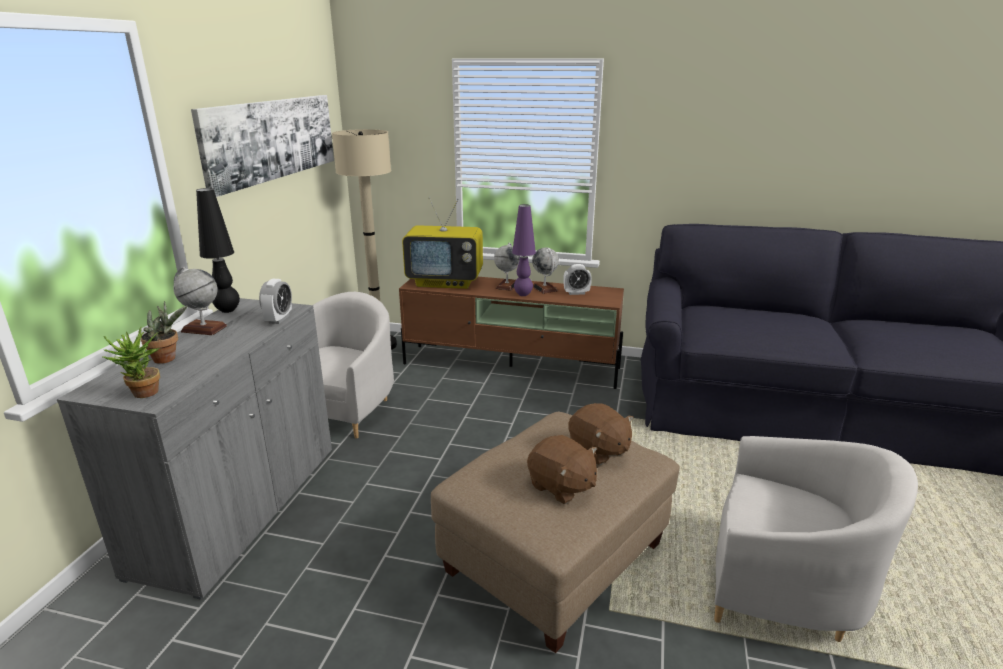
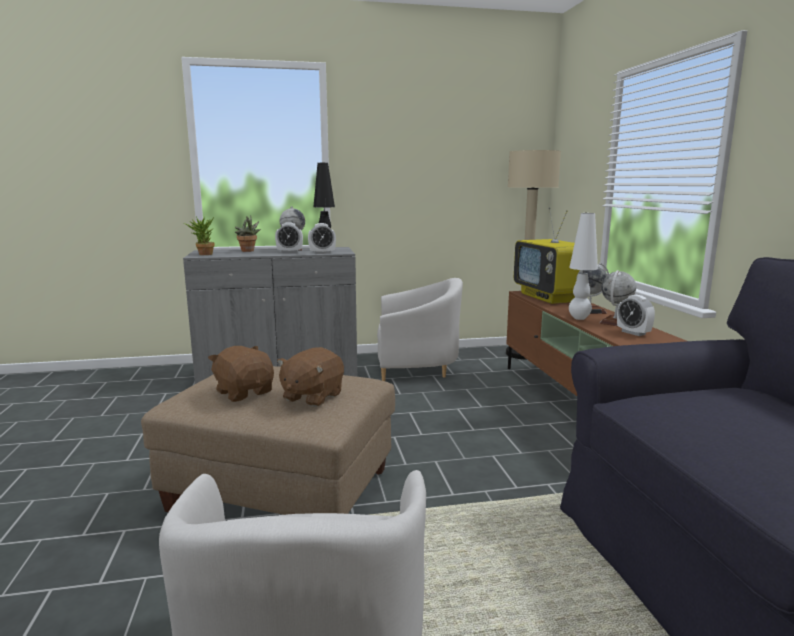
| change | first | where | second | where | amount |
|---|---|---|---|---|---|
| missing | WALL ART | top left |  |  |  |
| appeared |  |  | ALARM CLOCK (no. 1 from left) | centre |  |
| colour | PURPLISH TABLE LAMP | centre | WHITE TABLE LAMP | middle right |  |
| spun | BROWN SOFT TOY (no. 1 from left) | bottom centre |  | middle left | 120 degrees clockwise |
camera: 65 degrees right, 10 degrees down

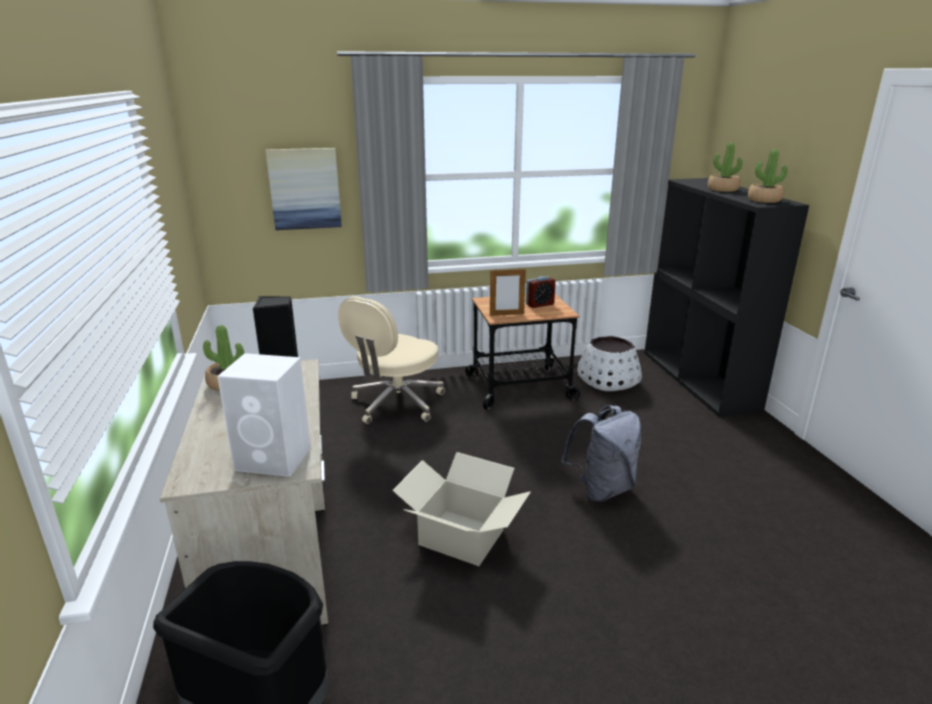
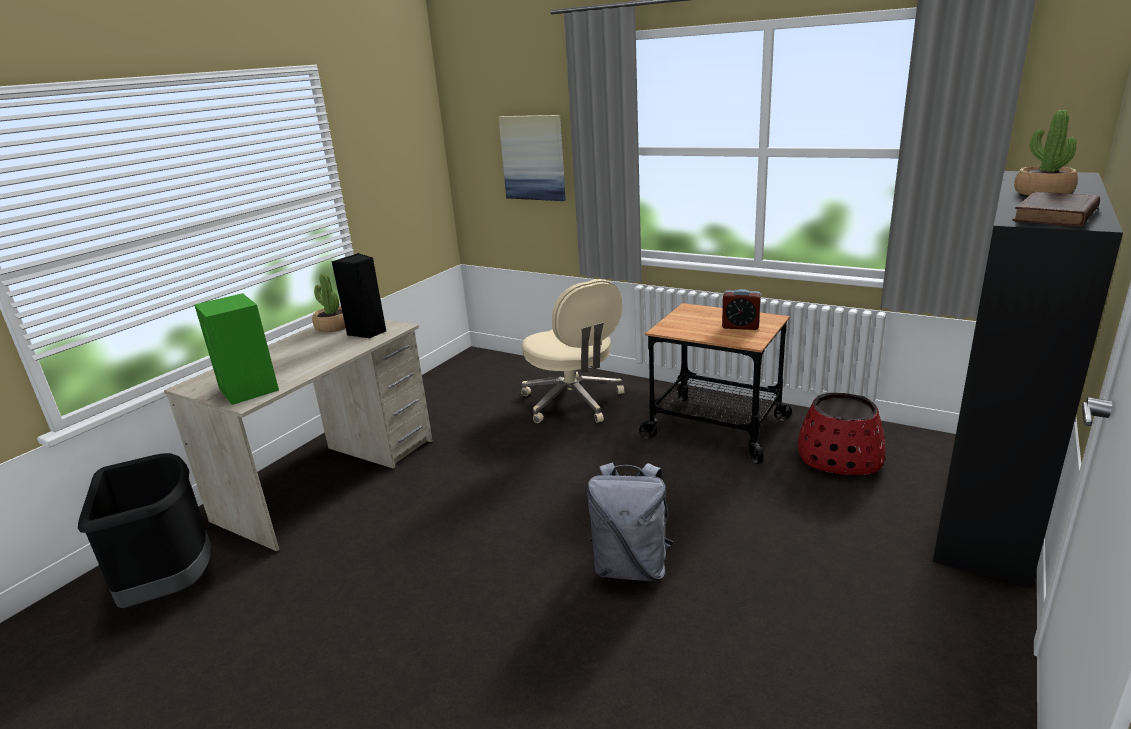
| change | first | where | second | where | amount |
|---|---|---|---|---|---|
| missing | CARTON | bottom centre |  |  |  |
| missing | STANDING FRAME | centre |  |  |  |
| exchanged | PLANT IN A POT (no. 3 from left) | top right | BROWN BOOK | top right |  |
| colour | WHITE LOUDSPEAKER | middle left | GREEN-COLOURED LOUDSPEAKER | middle left |  |
| colour | WHITE PLANTER | centre | RED PLANTER | middle right |  |
| spun | BEIGE DESK CHAIR | centre |  | centre | 105 degrees counterclockwise |
camera: 45 degrees right, 0 degrees up

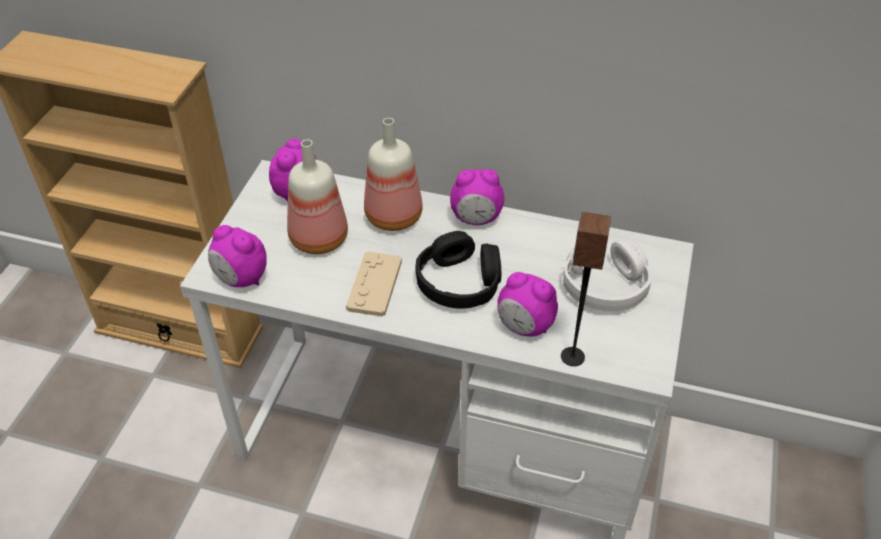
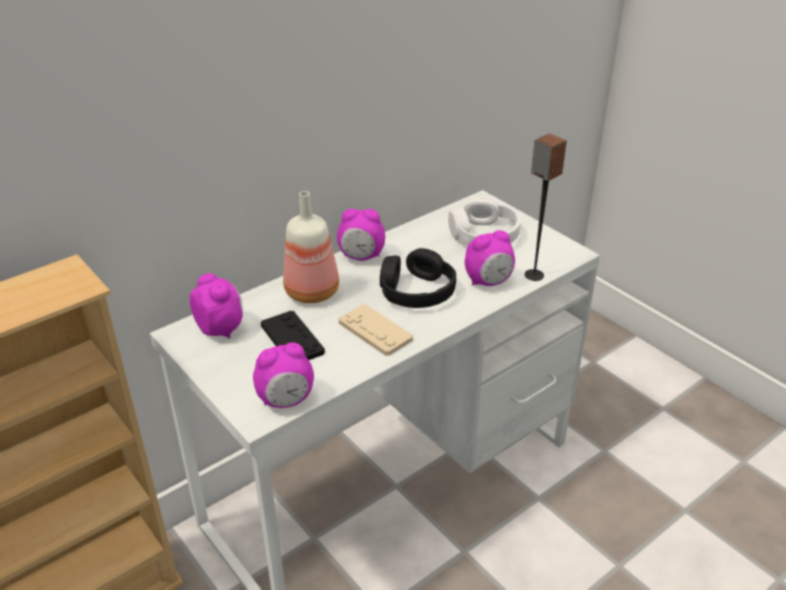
| change | first | where | second | where | amount |
|---|---|---|---|---|---|
| exchanged | BOTTLE (no. 1 from left) | centre | BLACK-COLOURED GAME CONTROLLER | centre |  |
| spun | ALARM CLOCK (no. 3 from left) | centre |  | centre | 60 degrees clockwise |
camera: 55 degrees left, 10 degrees down

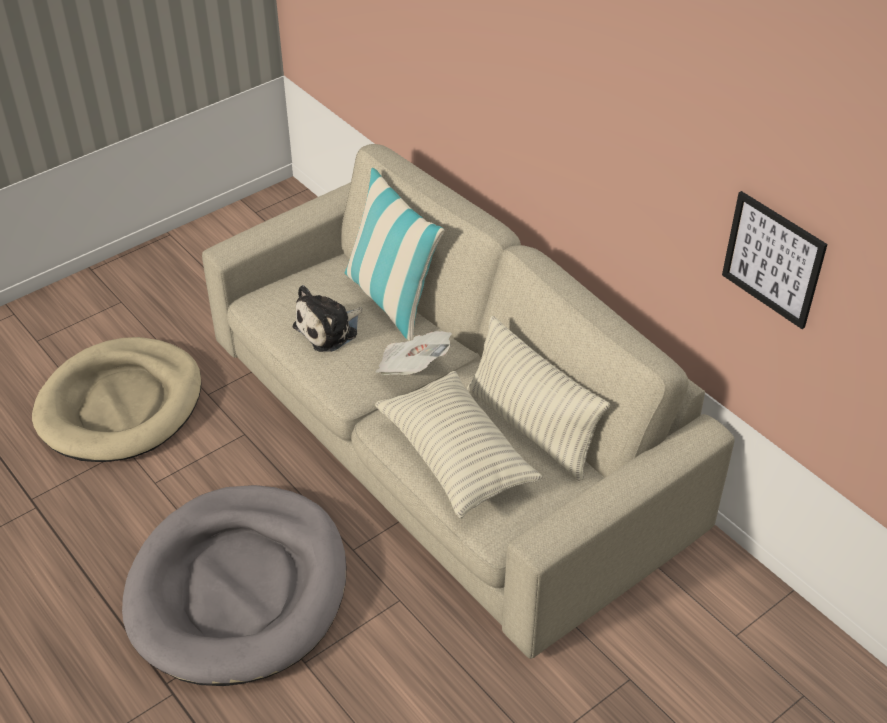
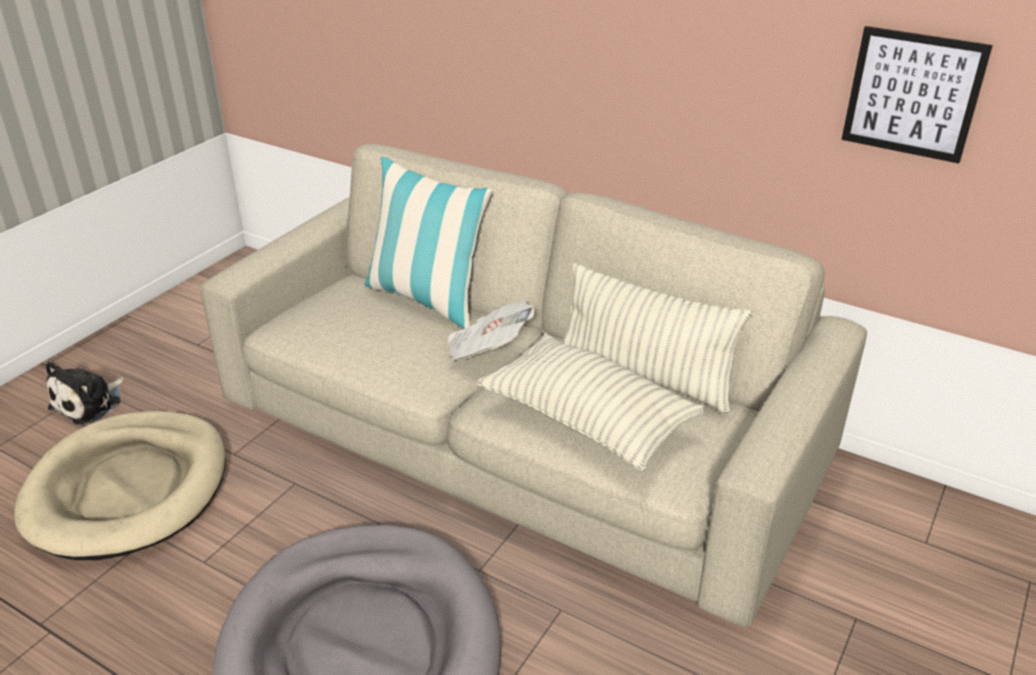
| change | first | where | second | where | amount |
|---|---|---|---|---|---|
| relocated | SOFT TOY | centre |  | middle left |  |
camera: 20 degrees left, 10 degrees down

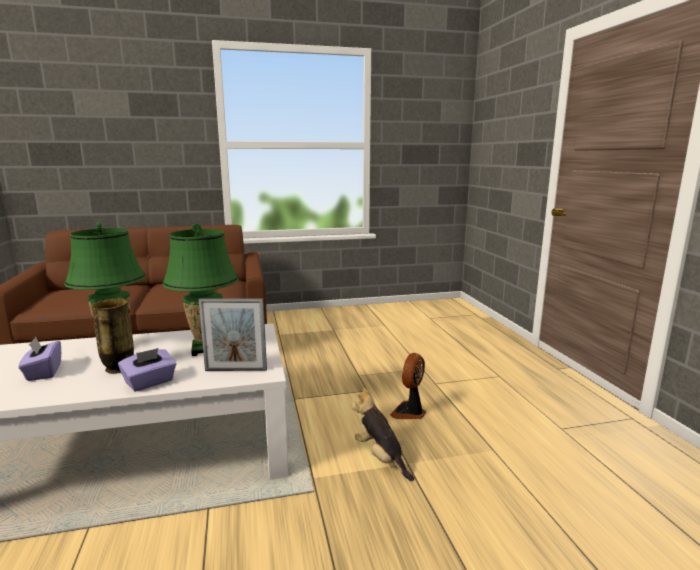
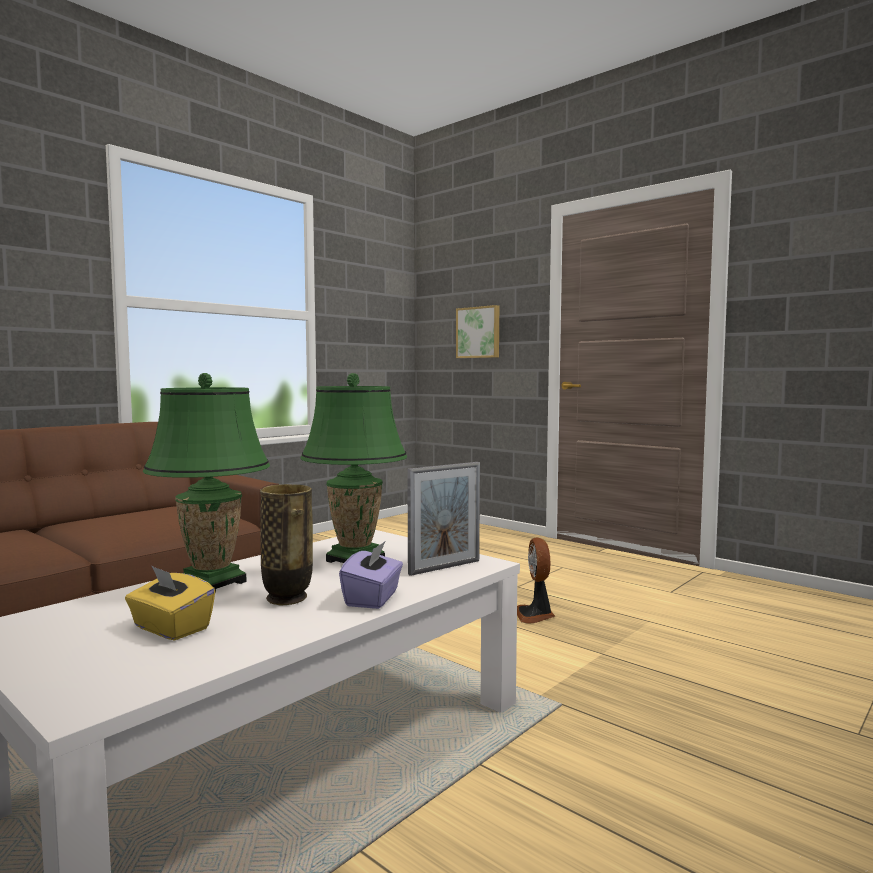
| change | first | where | second | where | amount |
|---|---|---|---|---|---|
| missing | SOFT TOY | bottom centre |  |  |  |
| appeared |  |  | WALL ART | centre |  |
| colour | PURPLISH BOX OF TISSUES (no. 1 from left) | middle left | YELLOW BOX OF TISSUES | bottom left |  |
camera: 35 degrees left, 10 degrees down

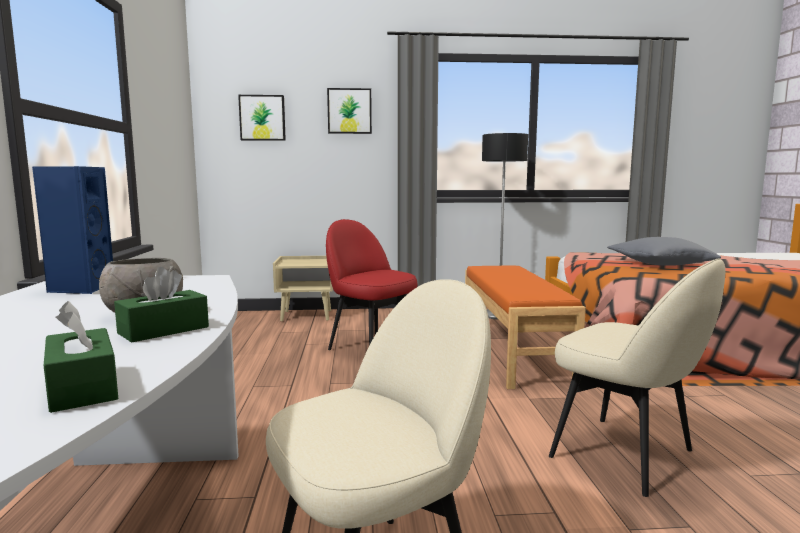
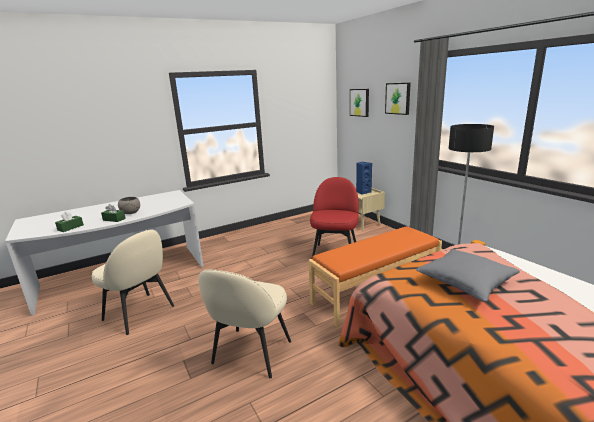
| change | first | where | second | where | amount |
|---|---|---|---|---|---|
| relocated | BLUISH LOUDSPEAKER | middle left |  | centre |  |
camera: 65 degrees right, 10 degrees up

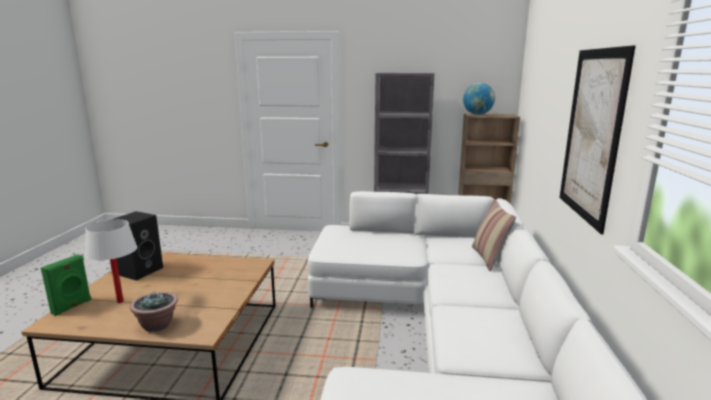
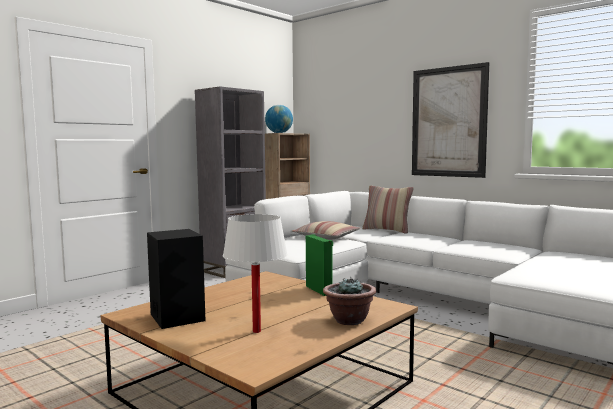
| change | first | where | second | where | amount |
|---|---|---|---|---|---|
| appeared |  |  | THROW PILLOW (no. 1 from left) | centre |  |
| relocated | GREEN-COLOURED LOUDSPEAKER | bottom left |  | centre |  |
camera: 55 degrees left, 10 degrees down

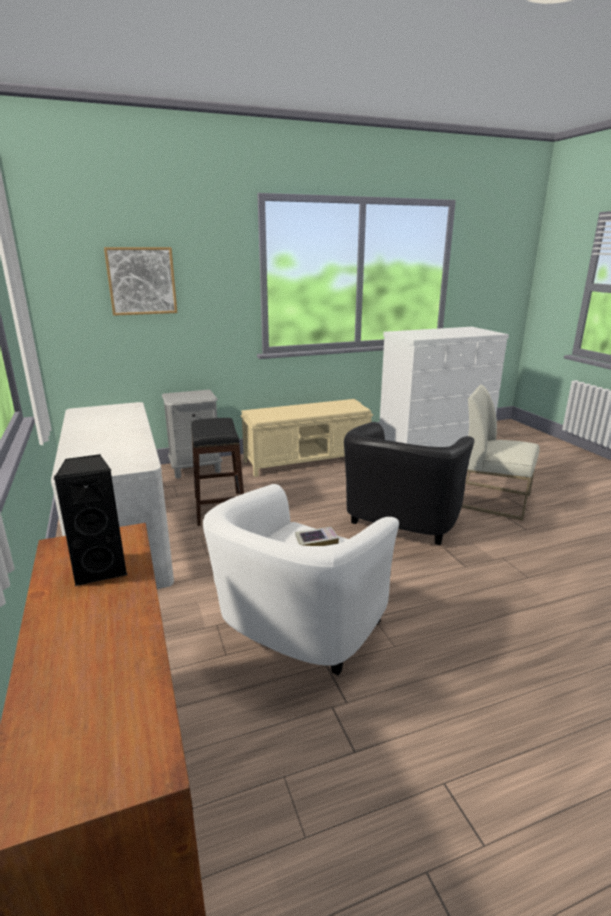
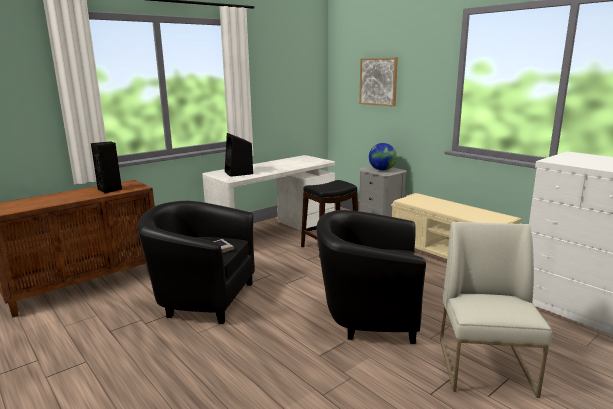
| change | first | where | second | where | amount |
|---|---|---|---|---|---|
| appeared |  |  | BLACK-COLOURED LOUDSPEAKER (no. 2 from left) | centre |  |
| appeared |  |  | DESK GLOBE | centre |  |
| colour | WHITE ARMCHAIR | centre | BLACK-COLOURED ARMCHAIR (no. 1 from left) | middle left |  |
camera: 70 degrees right, 5 degrees down

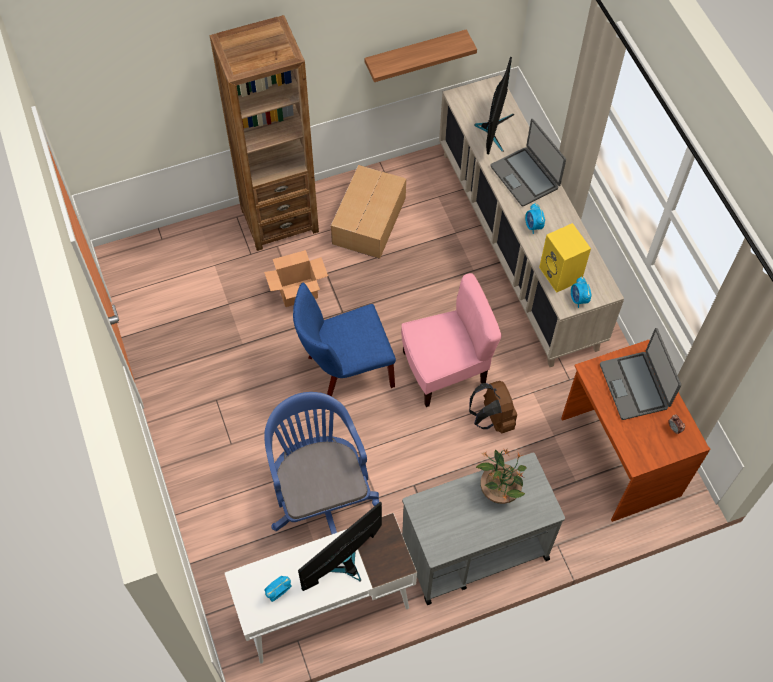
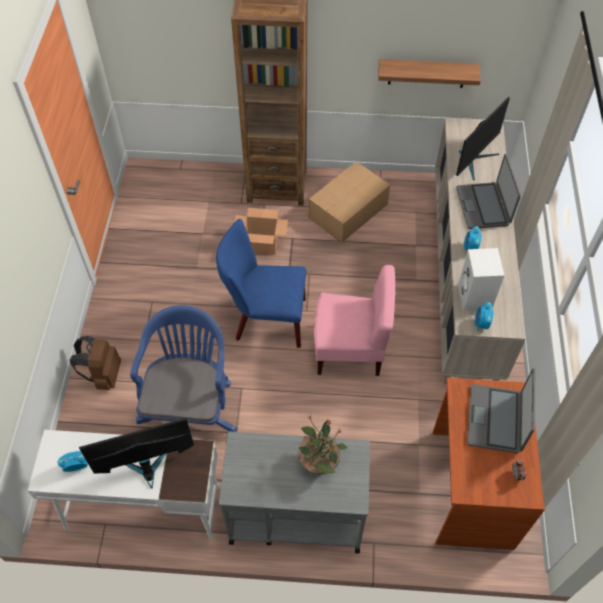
| change | first | where | second | where | amount |
|---|---|---|---|---|---|
| relocated | BROWN BACKPACK | centre |  | middle left |  |
| colour | YELLOW LOUDSPEAKER | middle right | WHITE LOUDSPEAKER | middle right |  |
camera: 25 degrees right, 5 degrees down

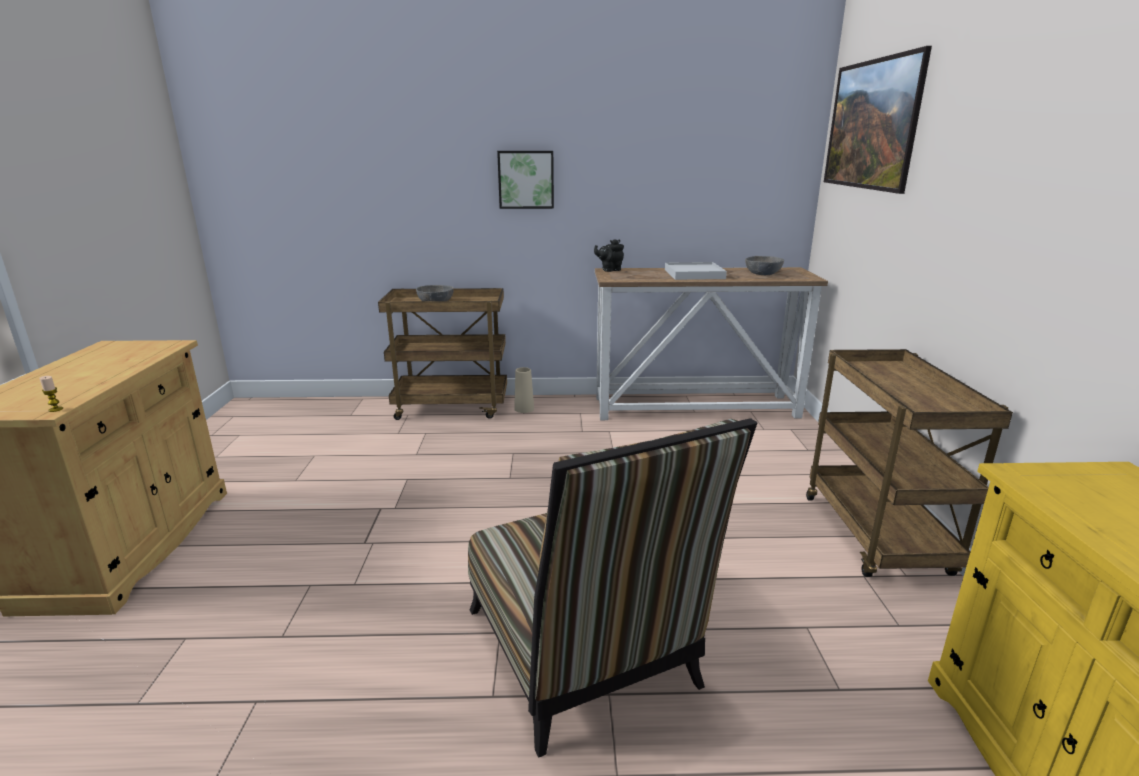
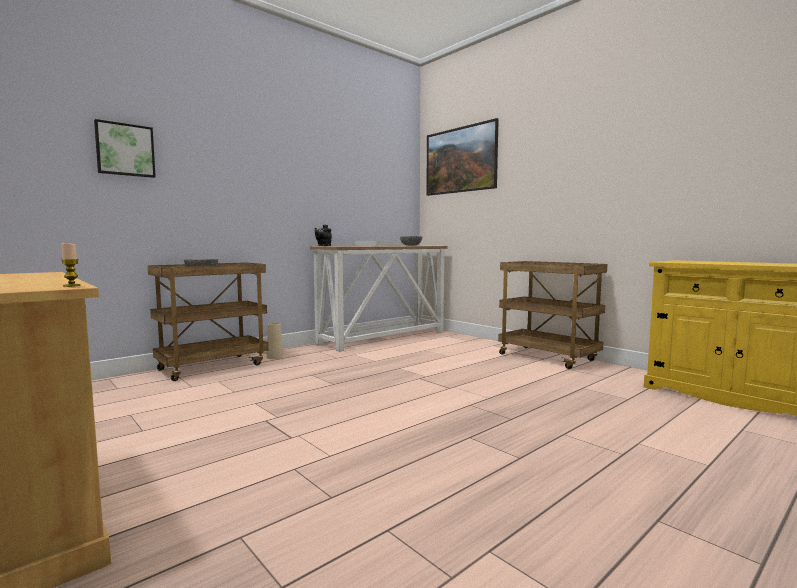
| change | first | where | second | where | amount |
|---|---|---|---|---|---|
| missing | PLAIN CHAIR | bottom centre |  |  |  |
| relocated | WALL ART (no. 1 from left) | top centre |  | top left |  |
camera: 40 degrees left, 15 degrees down

